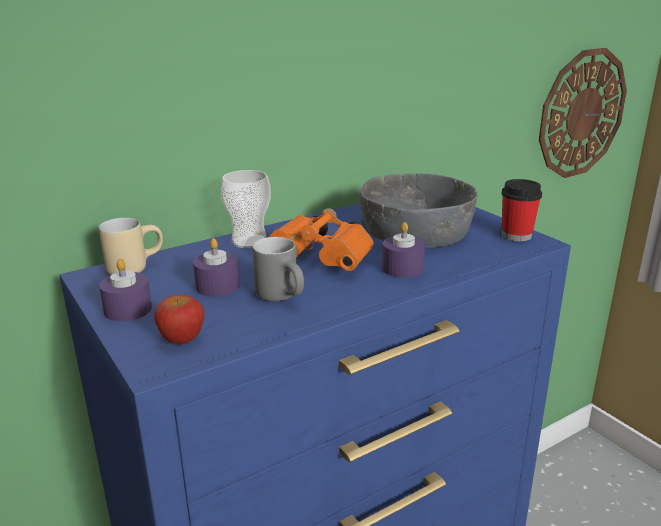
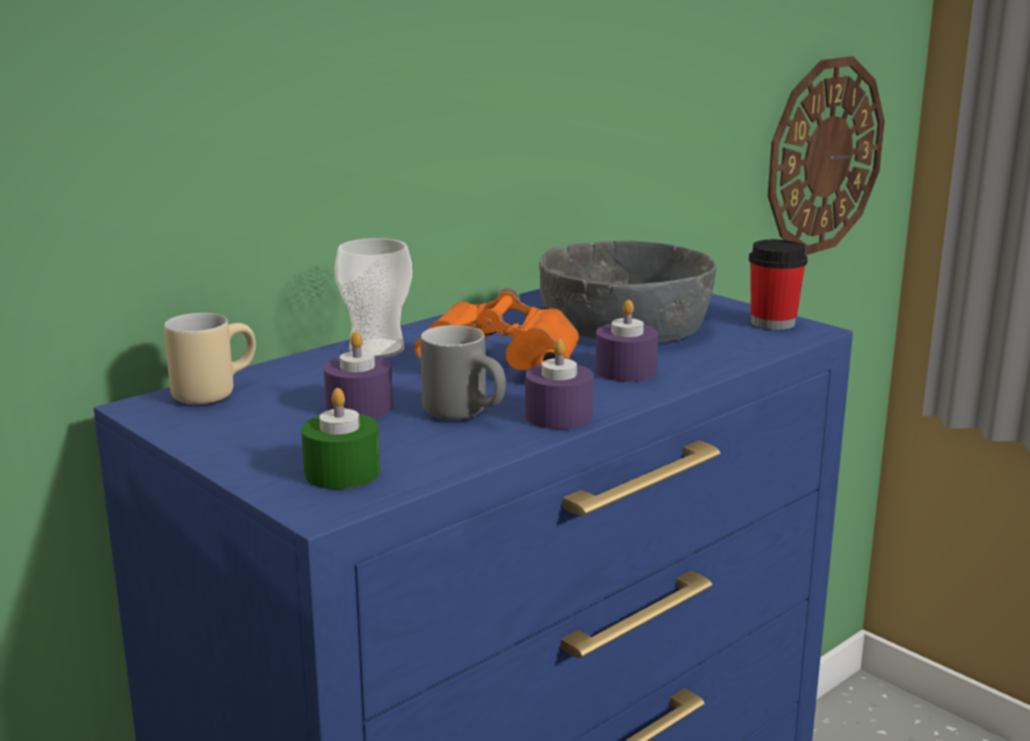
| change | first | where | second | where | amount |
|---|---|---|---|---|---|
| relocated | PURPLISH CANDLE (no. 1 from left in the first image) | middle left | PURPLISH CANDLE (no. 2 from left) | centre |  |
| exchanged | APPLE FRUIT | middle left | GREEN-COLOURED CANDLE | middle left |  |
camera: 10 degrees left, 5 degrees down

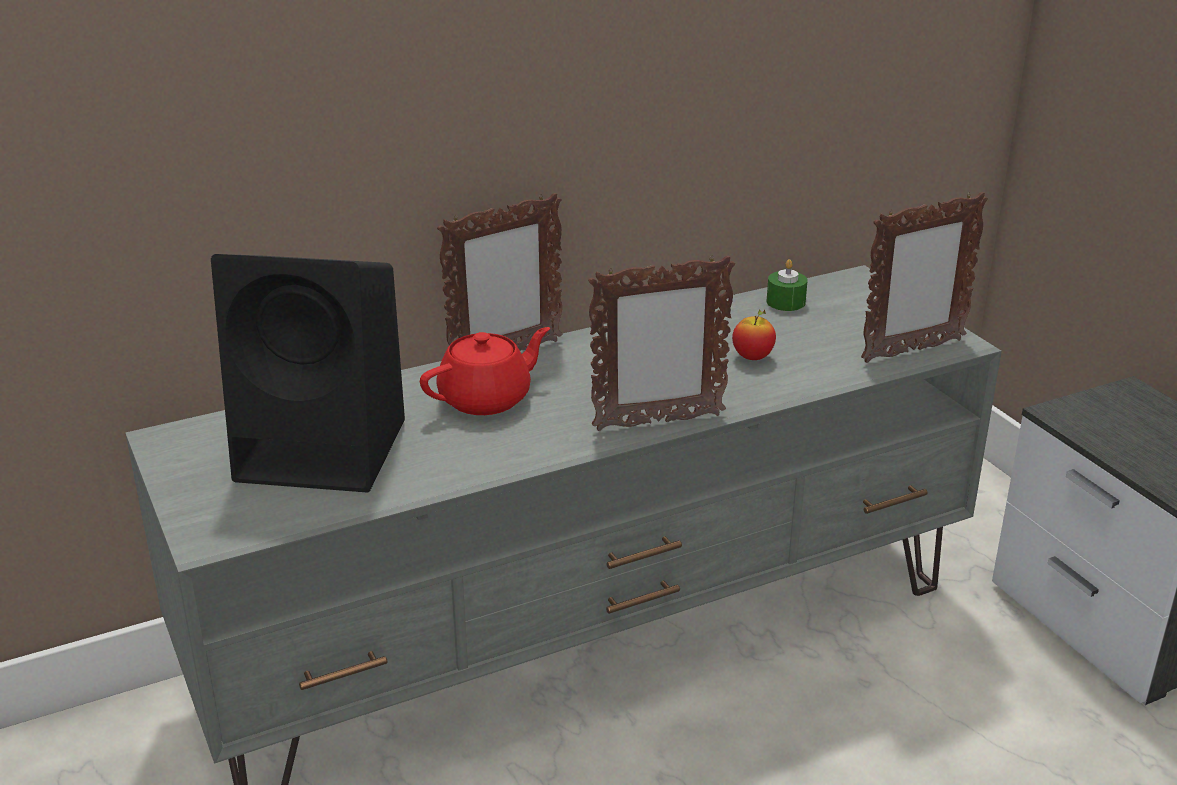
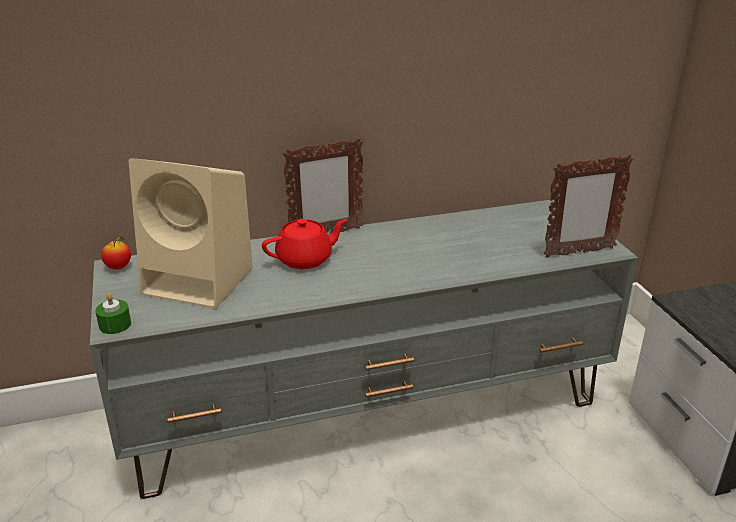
| change | first | where | second | where | amount |
|---|---|---|---|---|---|
| missing | STANDING FRAME (no. 2 from left) | centre |  |  |  |
| relocated | APPLE FRUIT | centre |  | middle left |  |
| relocated | GREEN-COLOURED CANDLE | middle right |  | middle left |  |
| colour | BLACK-COLOURED LOUDSPEAKER | middle left | BEIGE LOUDSPEAKER | middle left |  |
camera: 10 degrees right, 0 degrees up

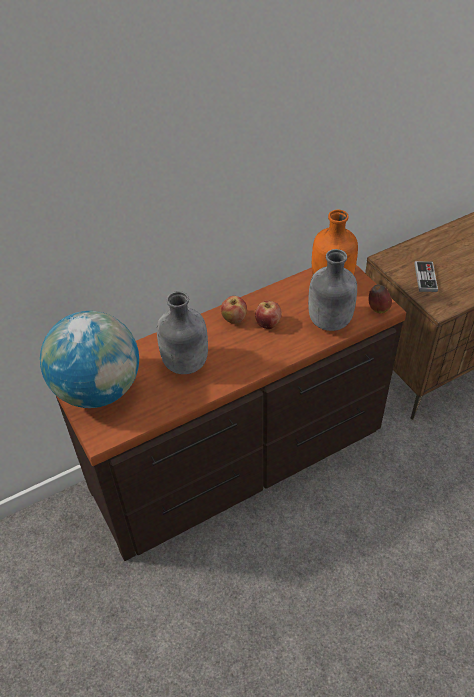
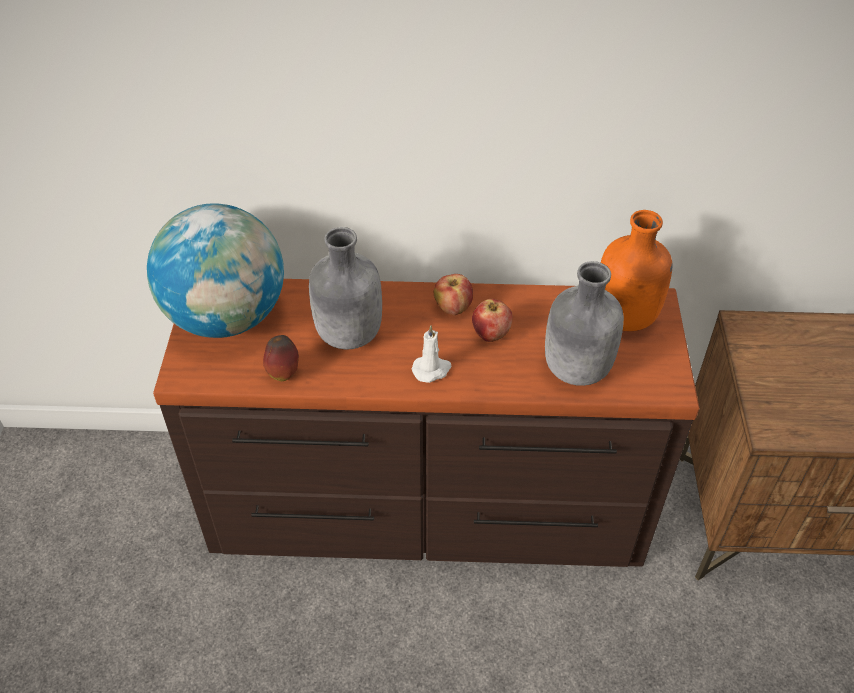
| change | first | where | second | where | amount |
|---|---|---|---|---|---|
| missing | GAME CONTROLLER | middle right |  |  |  |
| appeared |  |  | WHITE CANDLE | centre |  |
| relocated | APPLE FRUIT (no. 3 from left in the first image) | middle right | APPLE FRUIT (no. 1 from left) | middle left |  |
camera: 30 degrees right, 0 degrees up

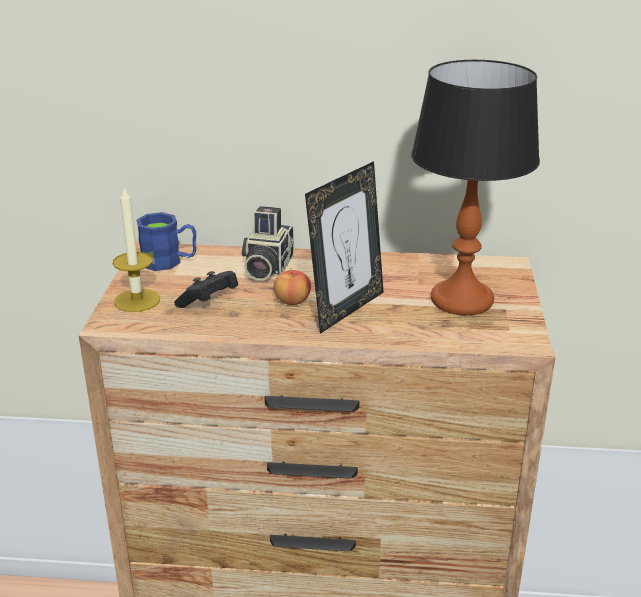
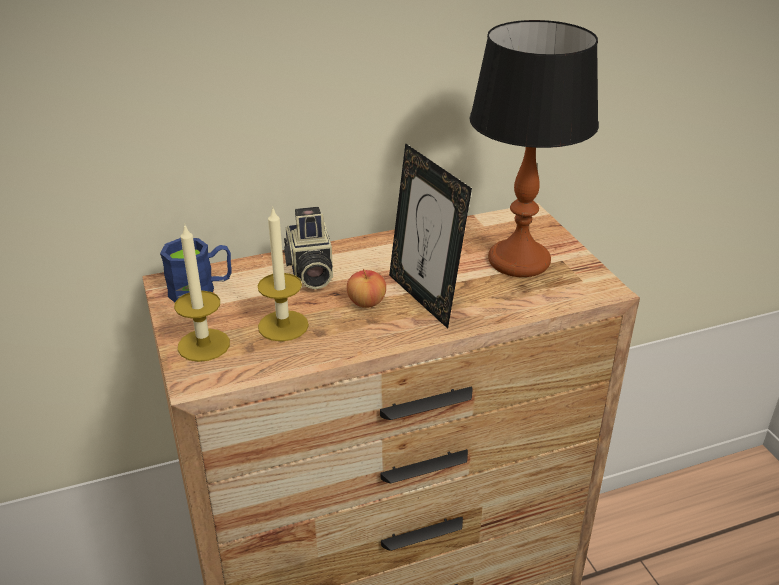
| change | first | where | second | where | amount |
|---|---|---|---|---|---|
| exchanged | BLACK-COLOURED GAME CONTROLLER | middle left | CANDLE (no. 2 from left) | centre |  |
| spun | STANDING FRAME | centre |  | centre | 135 degrees clockwise |
camera: 25 degrees left, 5 degrees up

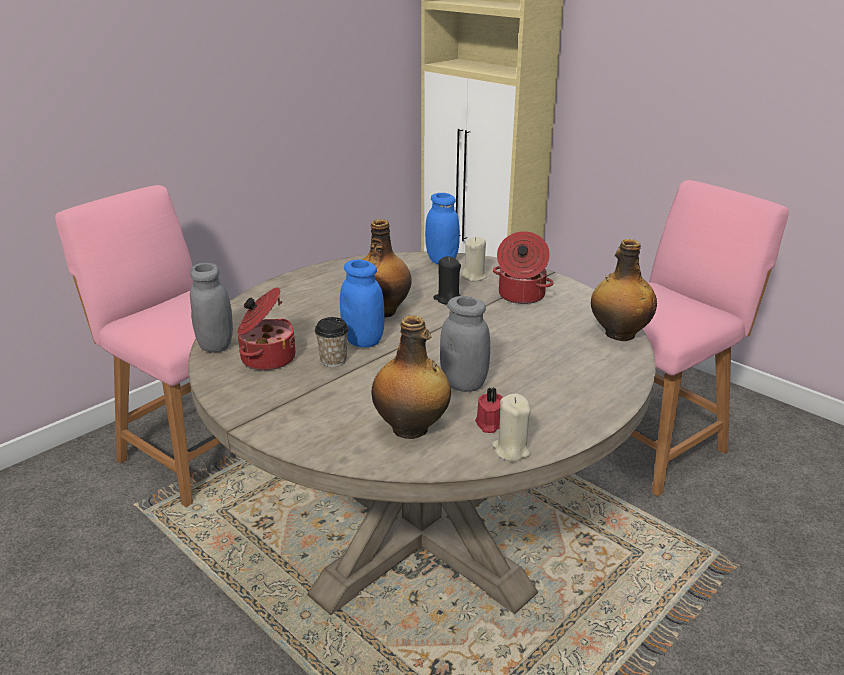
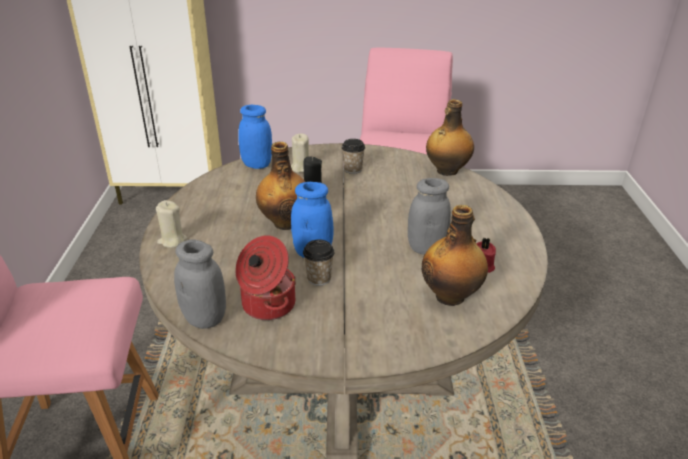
| change | first | where | second | where | amount |
|---|---|---|---|---|---|
| relocated | BEIGE CANDLE (no. 2 from left in the first image) | centre | BEIGE CANDLE (no. 1 from left) | middle left |  |
| exchanged | COOKING POT (no. 2 from left) | centre | SMALL CUP (no. 2 from left) | centre |  |
camera: 45 degrees left, 5 degrees up

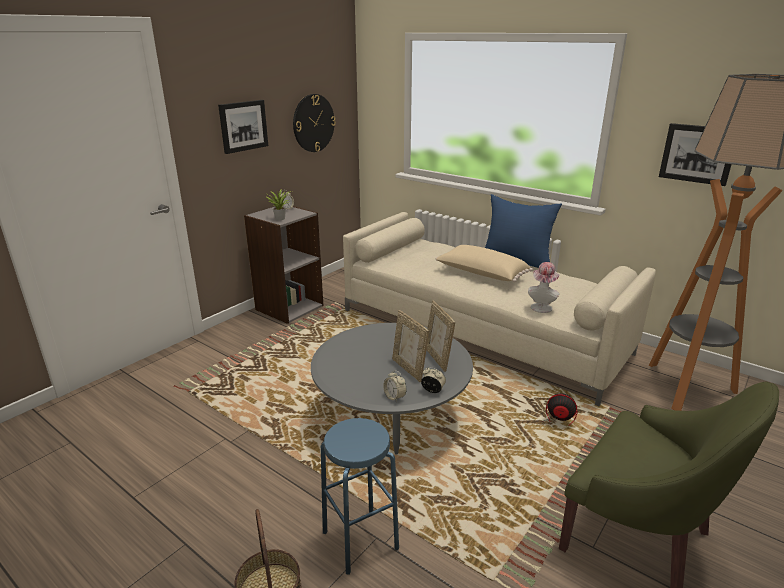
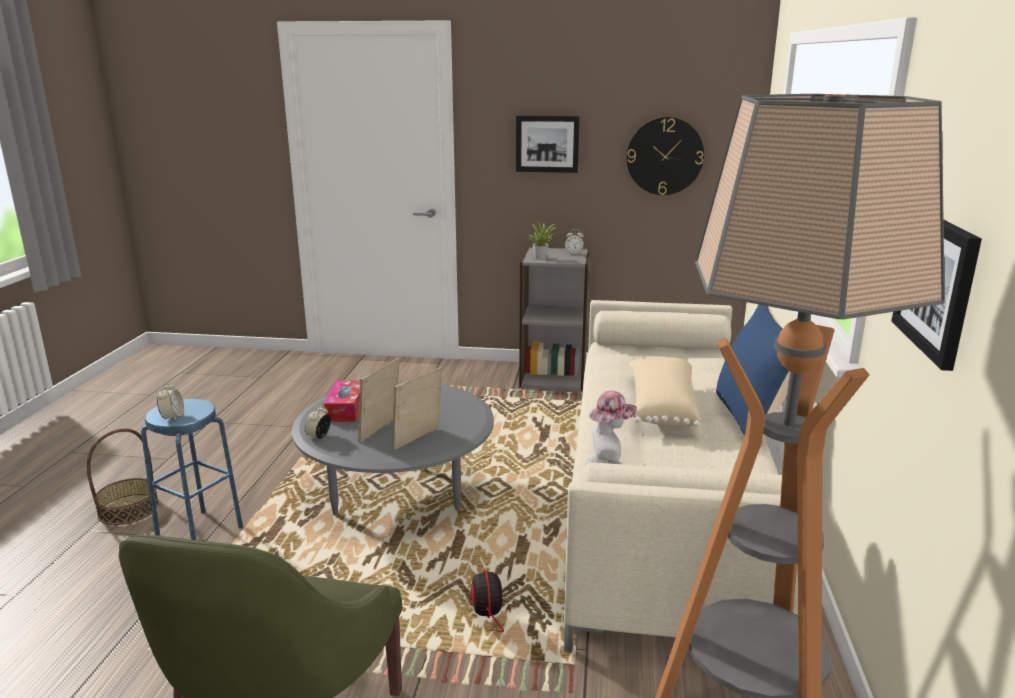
| change | first | where | second | where | amount |
|---|---|---|---|---|---|
| appeared |  |  | BOX OF TISSUES | centre |  |
| relocated | ALARM CLOCK (no. 3 from left in the first image) | centre | ALARM CLOCK (no. 1 from left) | middle left |  |
camera: 60 degrees right, 5 degrees down

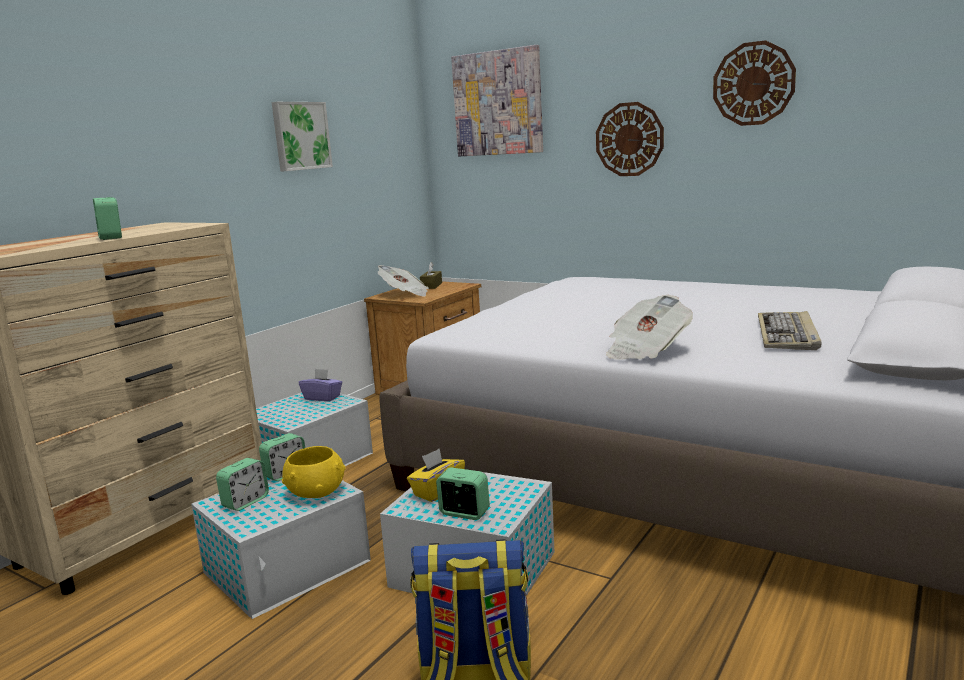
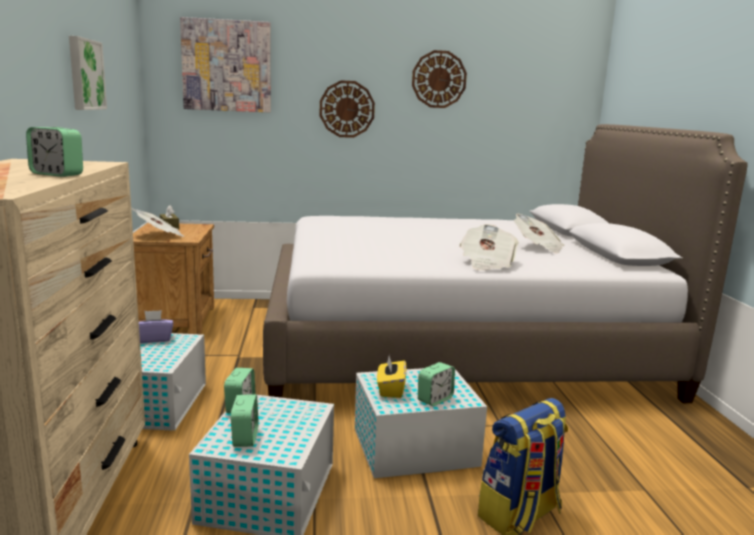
| change | first | where | second | where | amount |
|---|---|---|---|---|---|
| missing | YELLOW DEEP DISH | bottom left |  |  |  |
| exchanged | COMPUTER KEYBOARD | middle right | PRINTED PAPER (no. 3 from left) | middle right |  |
| spun | ALARM CLOCK (no. 4 from left) | bottom centre |  | bottom centre | 150 degrees clockwise |
camera: 40 degrees left, 0 degrees up

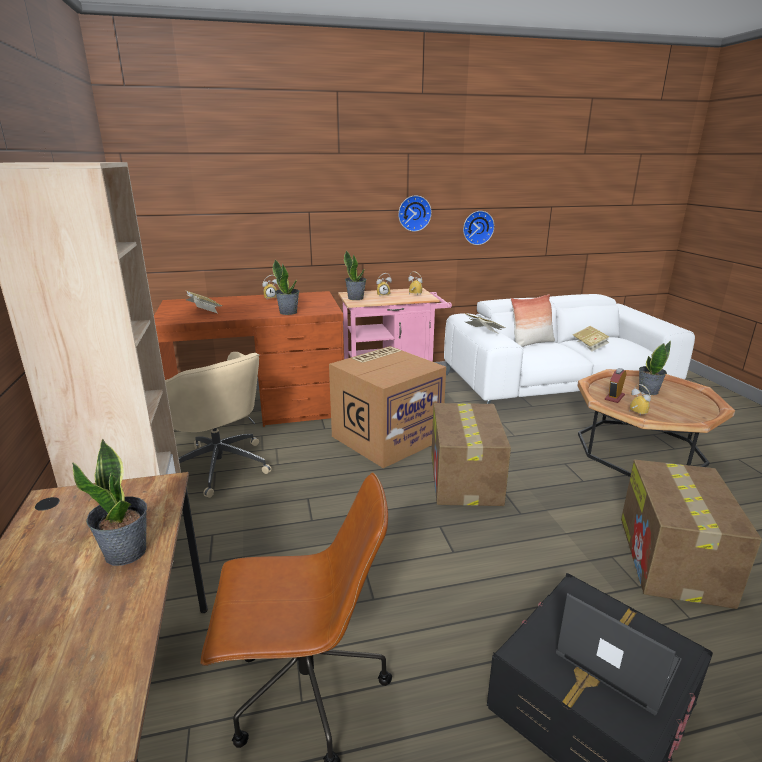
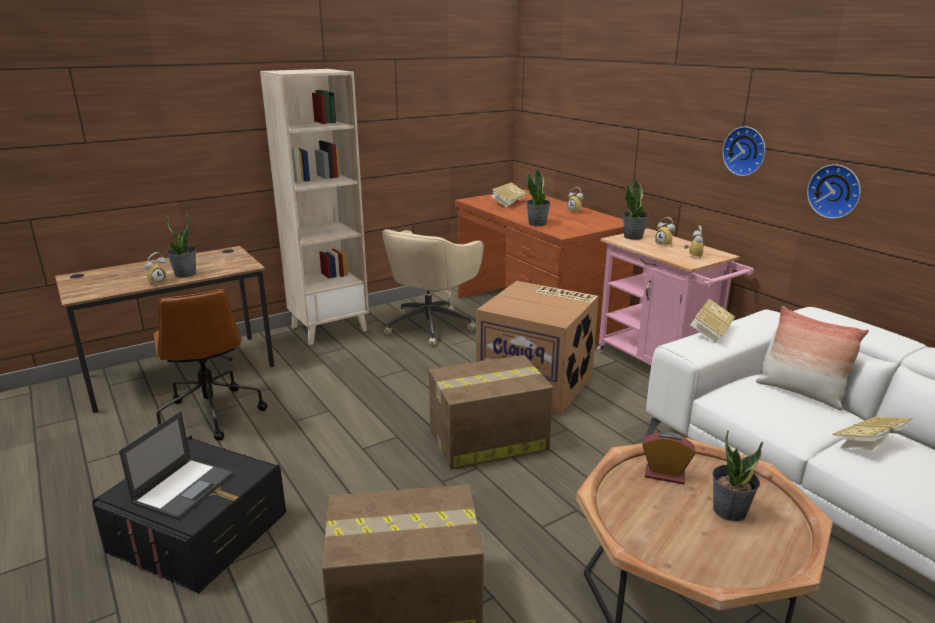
| change | first | where | second | where | amount |
|---|---|---|---|---|---|
| relocated | ALARM CLOCK (no. 5 from left in the first image) | middle right | ALARM CLOCK (no. 1 from left) | middle left |  |
camera: 70 degrees right, 0 degrees up

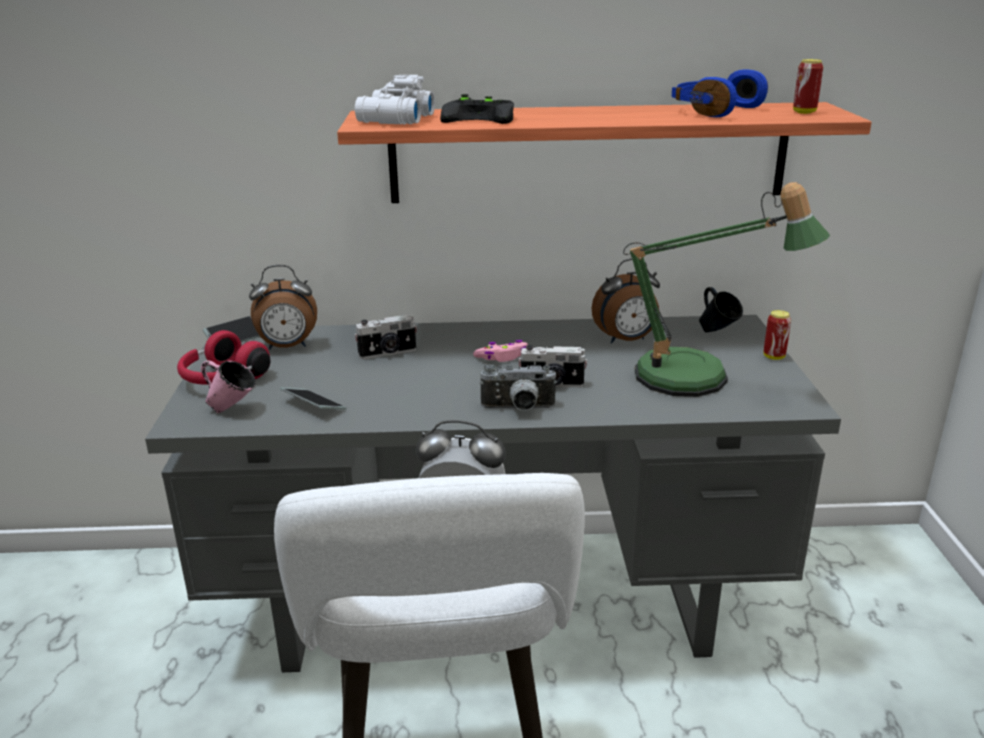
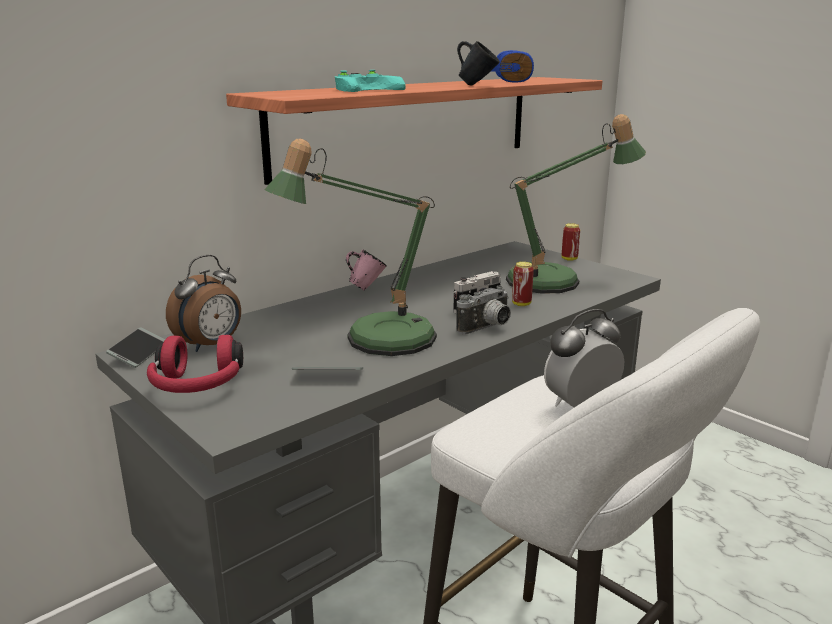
| change | first | where | second | where | amount |
|---|---|---|---|---|---|
| missing | WHITE PAIR OF BINOCULARS | top centre |  |  |  |
| missing | STILL CAMERA (no. 1 from left) | centre |  |  |  |
| missing | PINK-COLOURED GAME CONTROLLER | centre |  |  |  |
| missing | ALARM CLOCK (no. 3 from left) | centre |  |  |  |
| appeared |  |  | TABLE LAMP (no. 1 from left) | centre |  |
| relocated | PINK-COLOURED MUG | middle left |  | centre |  |
| relocated | BLUISH MUG | middle right |  | top centre |  |
| relocated | CAN (no. 2 from left in the first image) | top right | CAN (no. 1 from left) | centre |  |
| colour | BLACK-COLOURED GAME CONTROLLER | top centre | BLUE-GREEN GAME CONTROLLER | top centre |  |
camera: 40 degrees left, 5 degrees down

